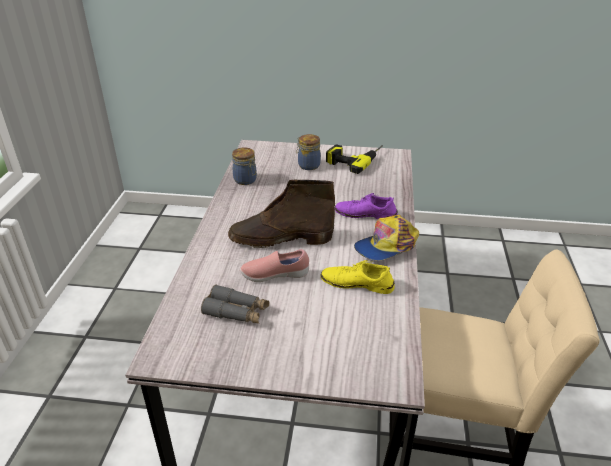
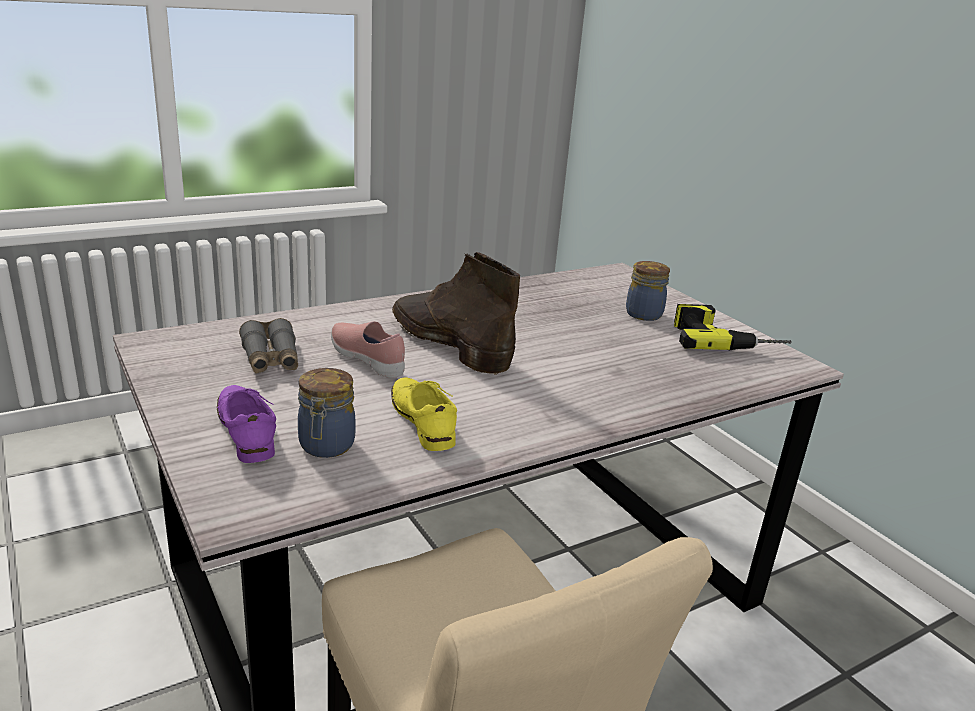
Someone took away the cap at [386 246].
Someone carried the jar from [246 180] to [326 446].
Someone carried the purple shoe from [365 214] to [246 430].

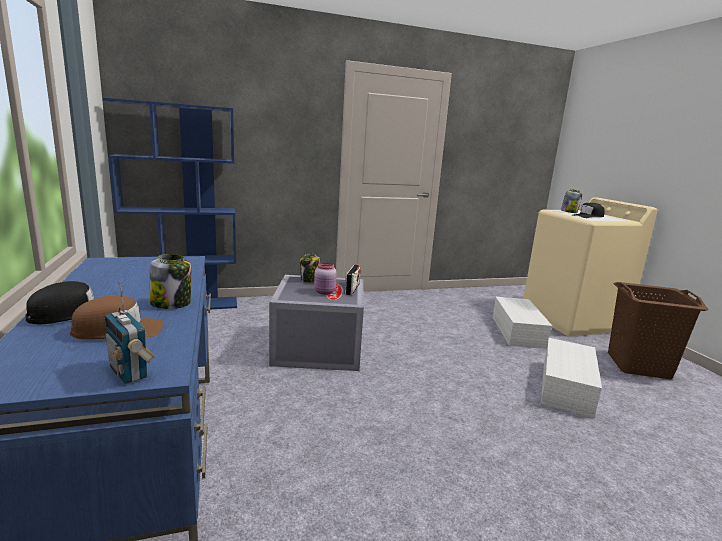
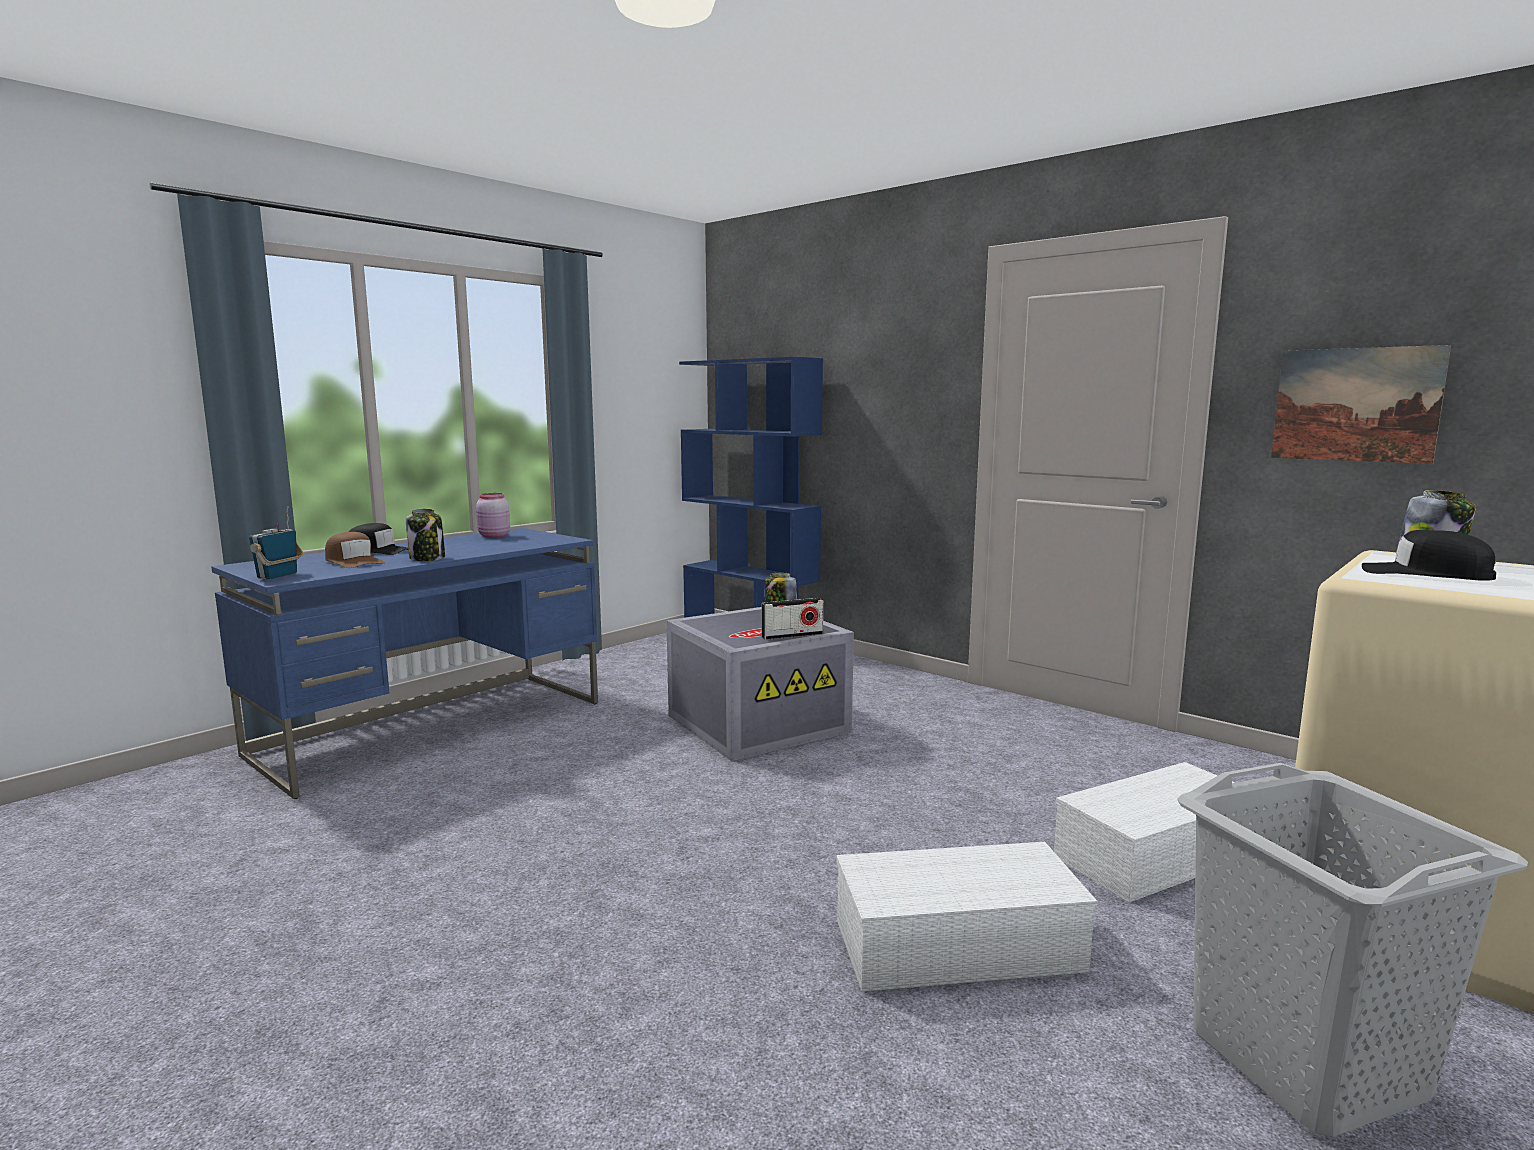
Someone put up the picture at [1355 404].
Someone carried the pink jar from [325 292] to [493 536].
Someone repainted the brown laundry basket at [639 366], which became the grey laundry basket at [1306 1064].

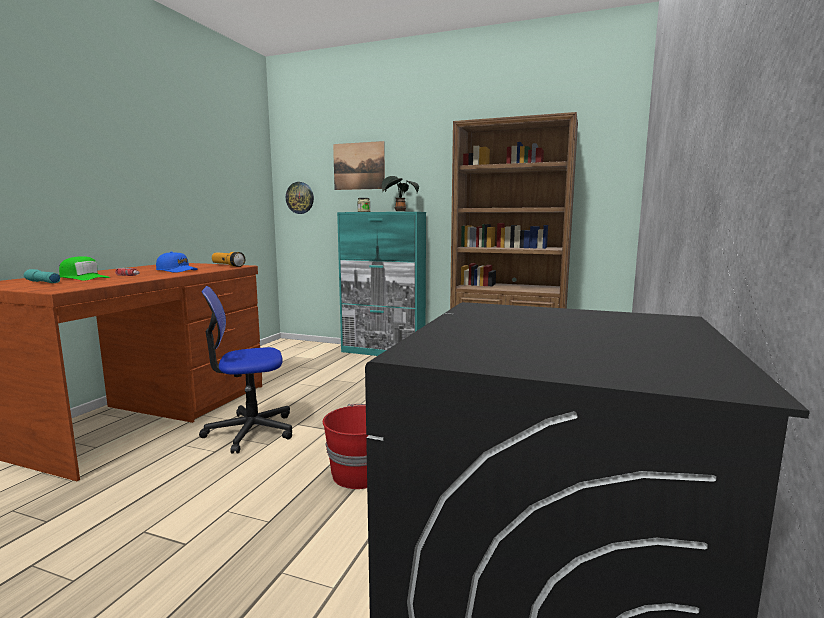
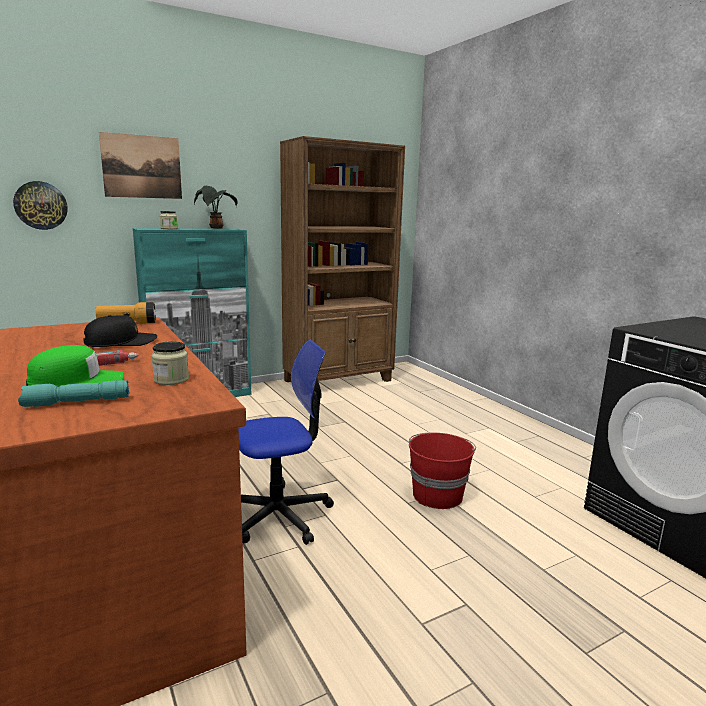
Someone put down the jar at [171 380].
Someone repainted the blue cap at [177 270], which became the black cap at [121 342].
Someone rotated the office chair at [250 431] by 135 degrees counterclockwise.

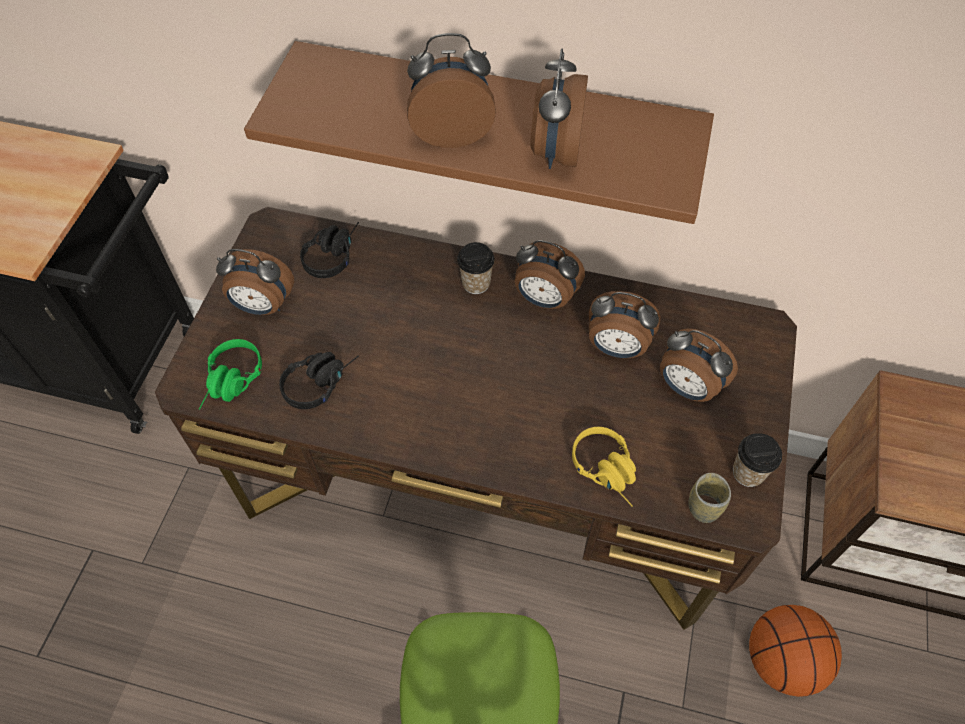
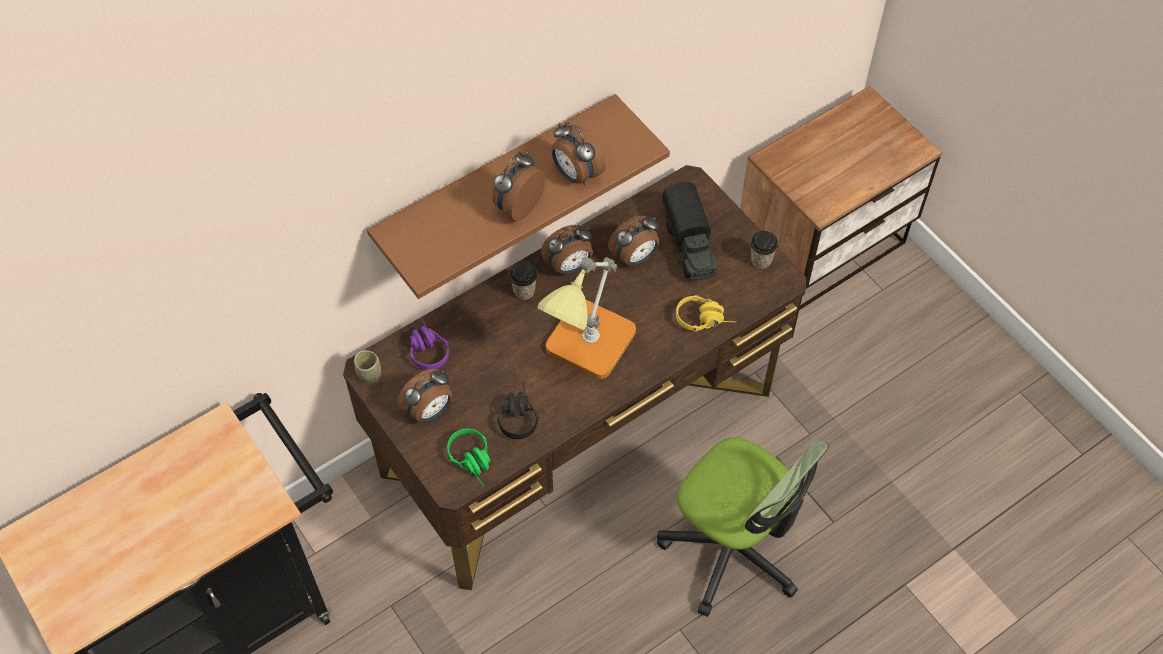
Someone took away the basketball at [781 660].
Someone put down the table lamp at [585 349].
Someone carried the cup from [703 507] to [369 375].
Someone swapped the alarm clock at [687 387] for the toy truck at [689 246].
Someone repainted the black headphones at [333 254], which became the purple headphones at [426 348].

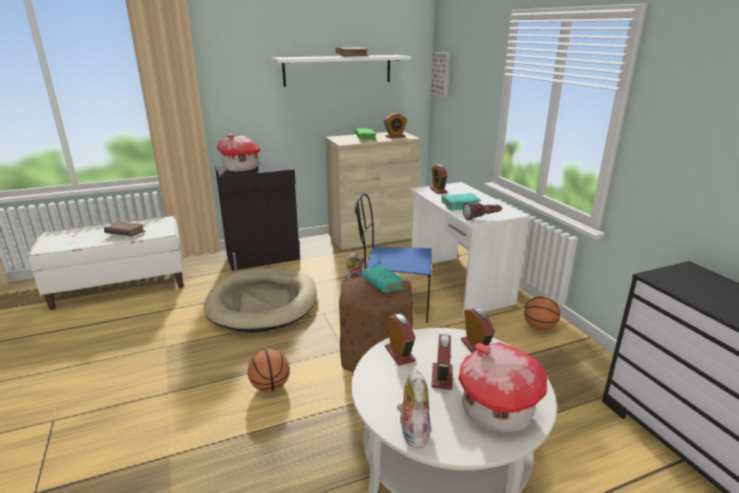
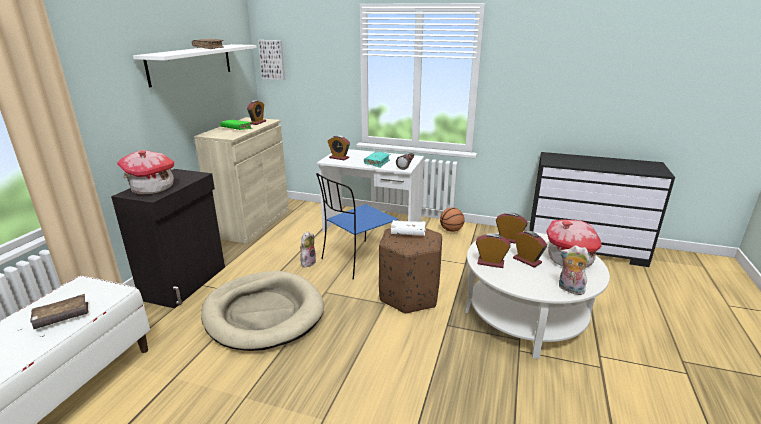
Someone took away the basketball at [270 386].
Someone repainted the turquoise book at [382 284], which became the white book at [408 233].

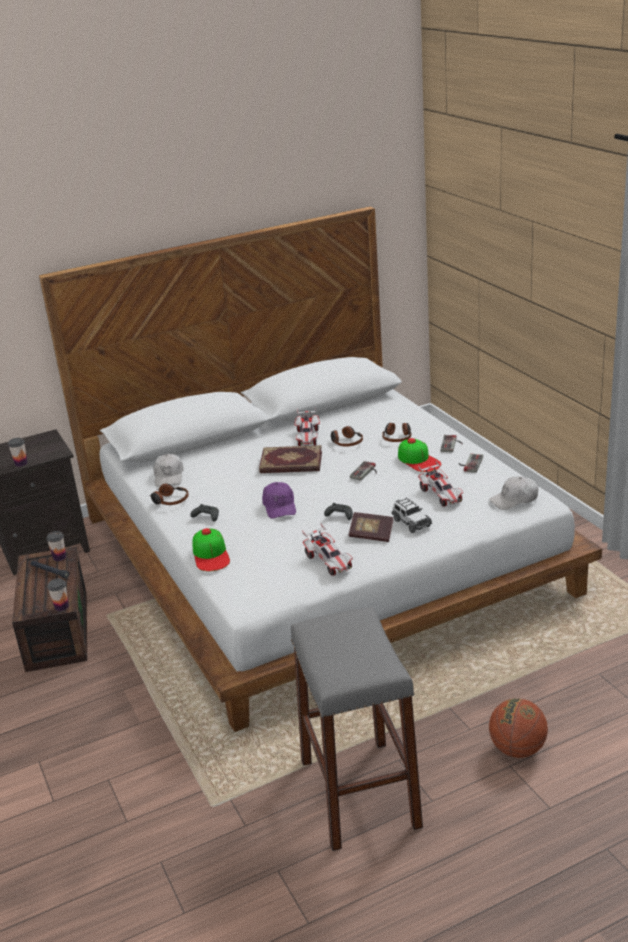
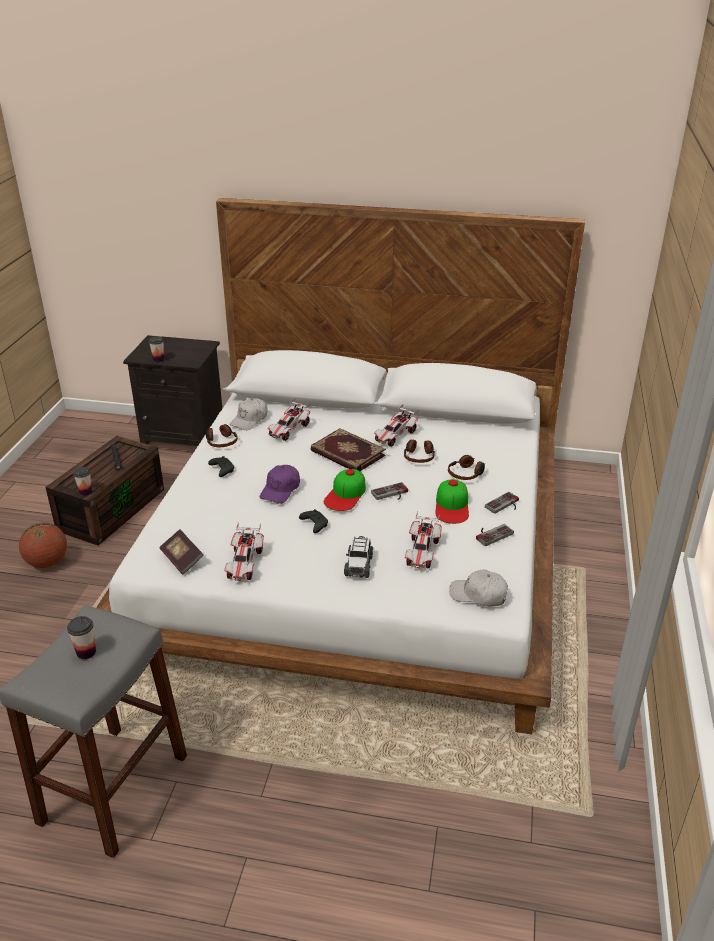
Someone put down the toy car at [289 430].
Someone carried the cup from [59 557] to [86 652].
Someone carried the cap from [211 555] to [345 494].
Someone carried the book from [371 535] to [182 559].
Someone carried the basketball from [517 749] to [47 562].

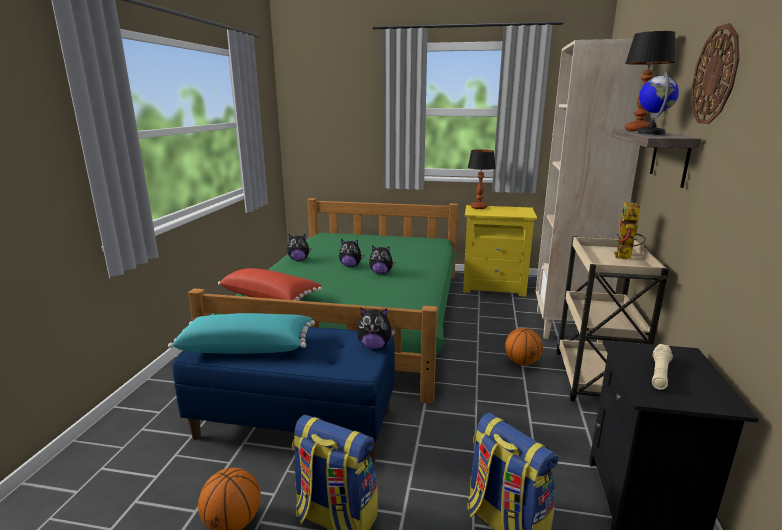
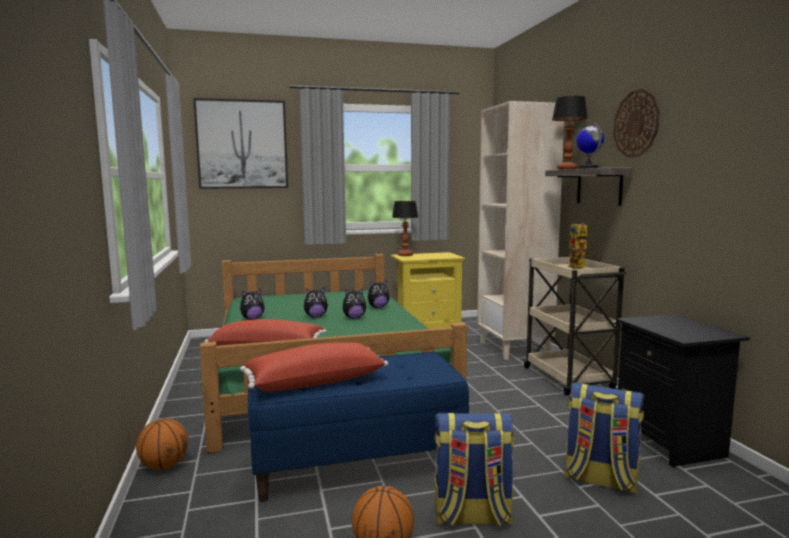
Someone took away the beige flashlight at [659 373].
Someone put up the picture at [242 144].
Someone carried the plush toy from [374 346] to [378 307].
Someone carried the basketball from [522 362] to [164 466].
Someone repainted the turquoise pillow at [247 347], which became the red pillow at [315 381].

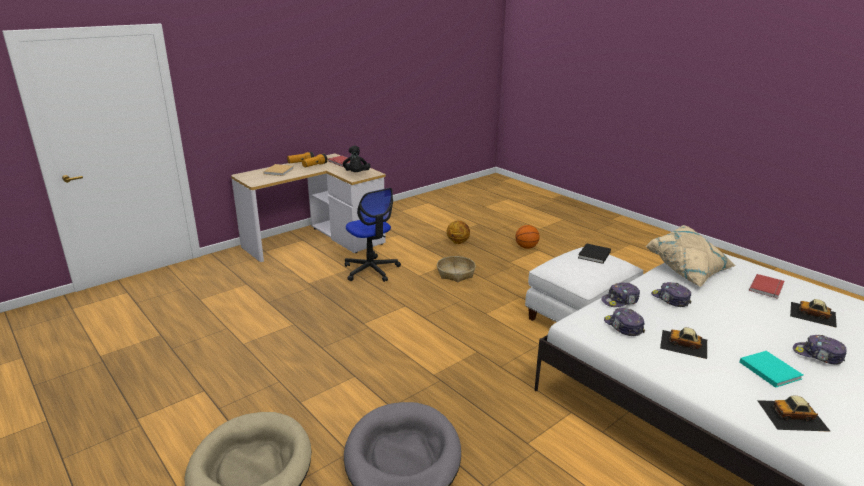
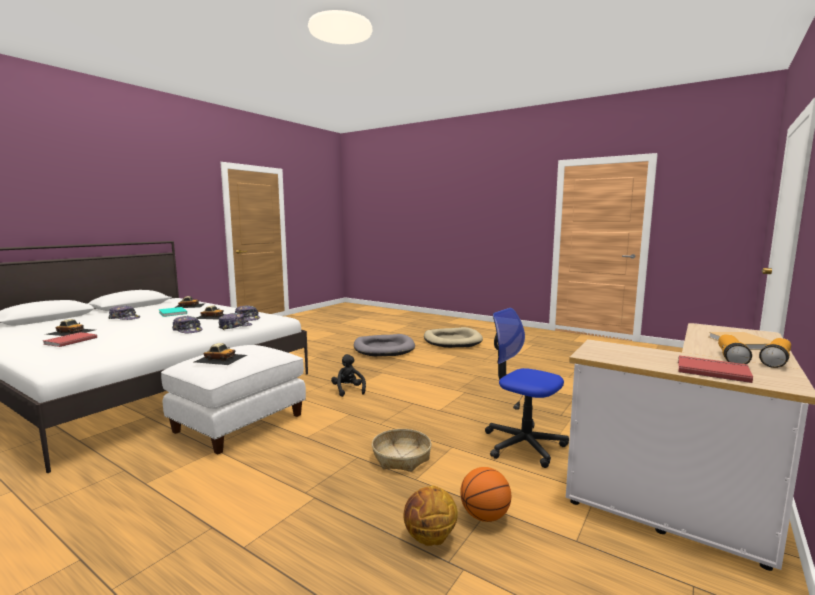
Someone took away the beige pillow at [688 269].
Someone carried the black plush toy from [356 174] to [348 390].
Someone carried the basketball from [526 247] to [484 516].
Someone swapped the black book at [594 255] for the toy car at [220 358].

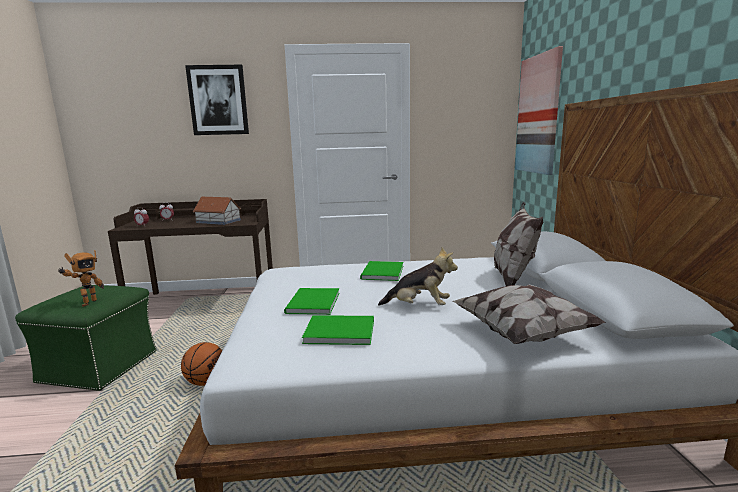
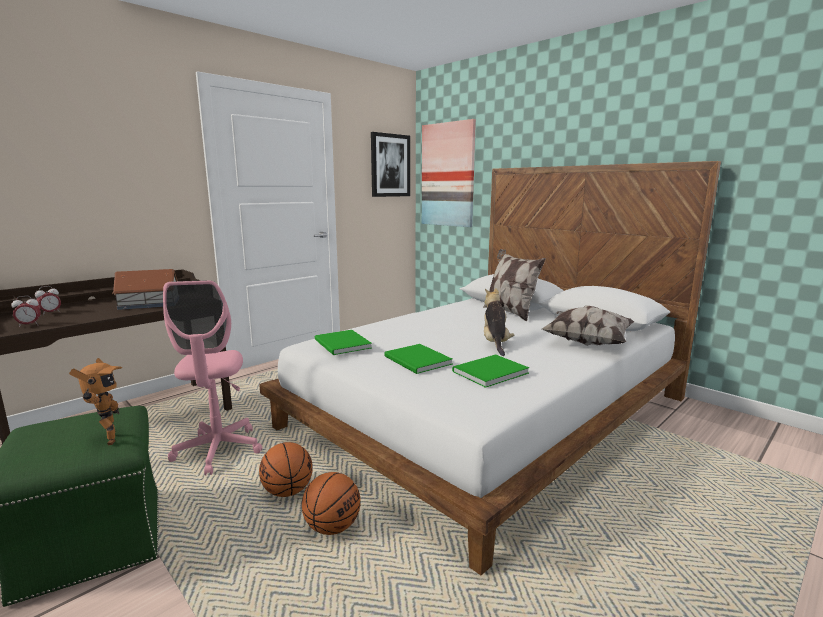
Someone put down the pink office chair at [218 450].
Someone put down the basketball at [332 527].
Someone carried the picture from [218 100] to [390 165].
Someone carried the green book from [381 273] to [342 344].
Someone rotated the plush toy at [419 306] by 60 degrees counterclockwise.

